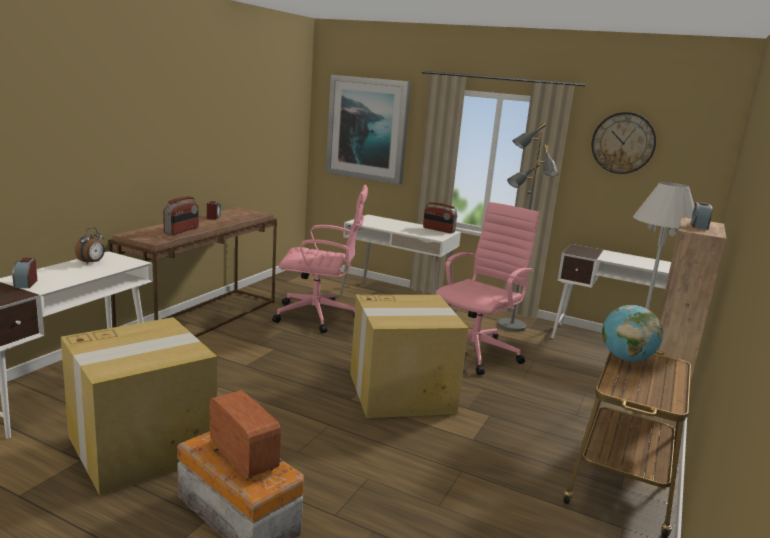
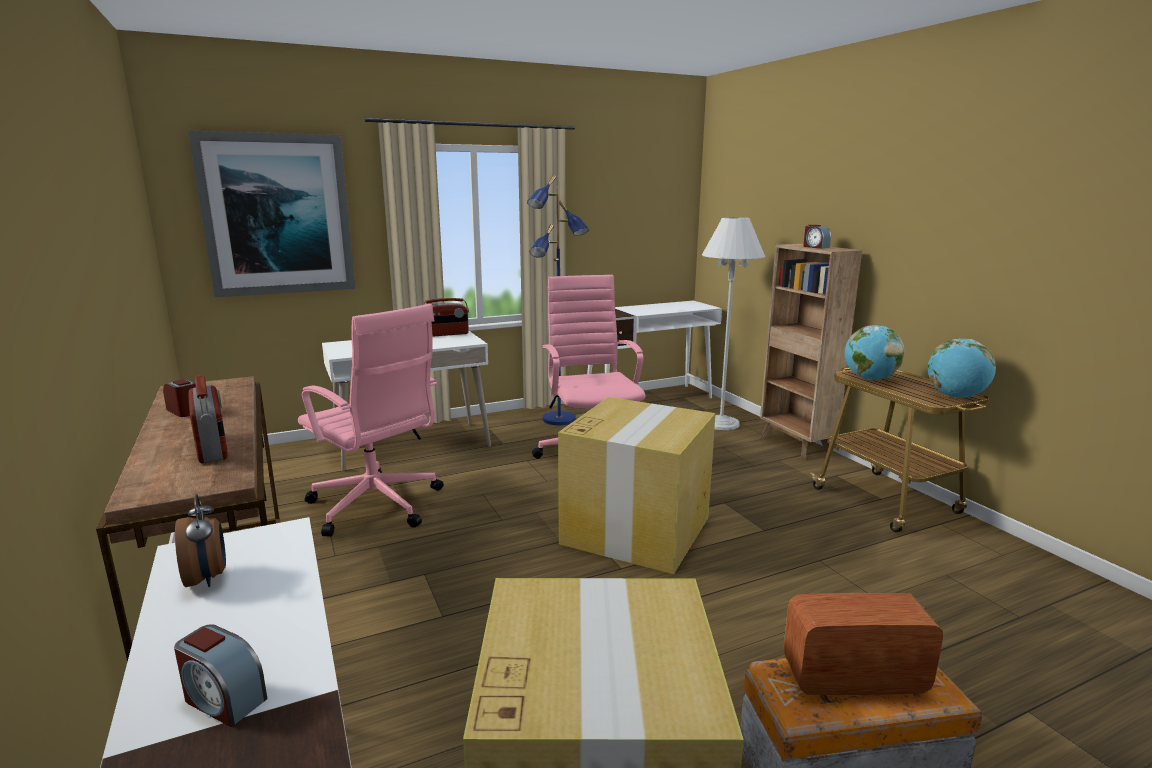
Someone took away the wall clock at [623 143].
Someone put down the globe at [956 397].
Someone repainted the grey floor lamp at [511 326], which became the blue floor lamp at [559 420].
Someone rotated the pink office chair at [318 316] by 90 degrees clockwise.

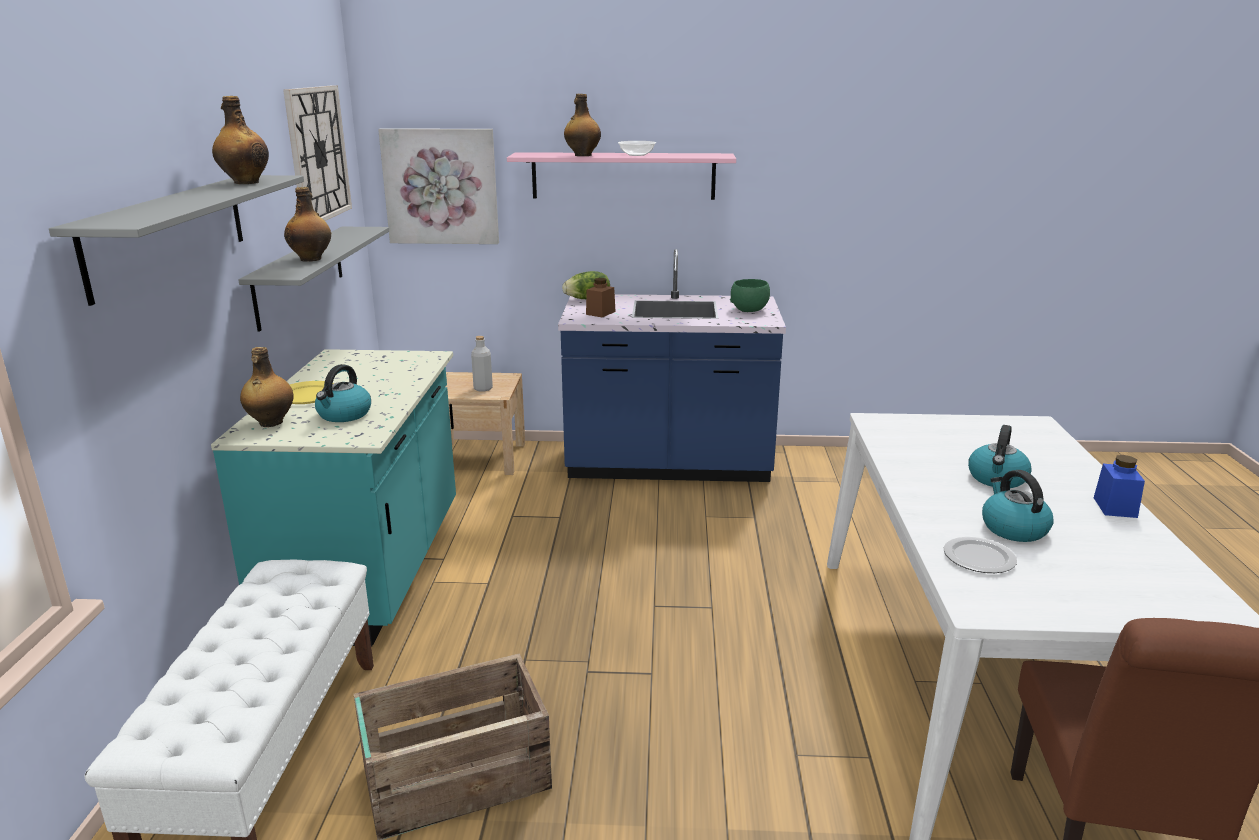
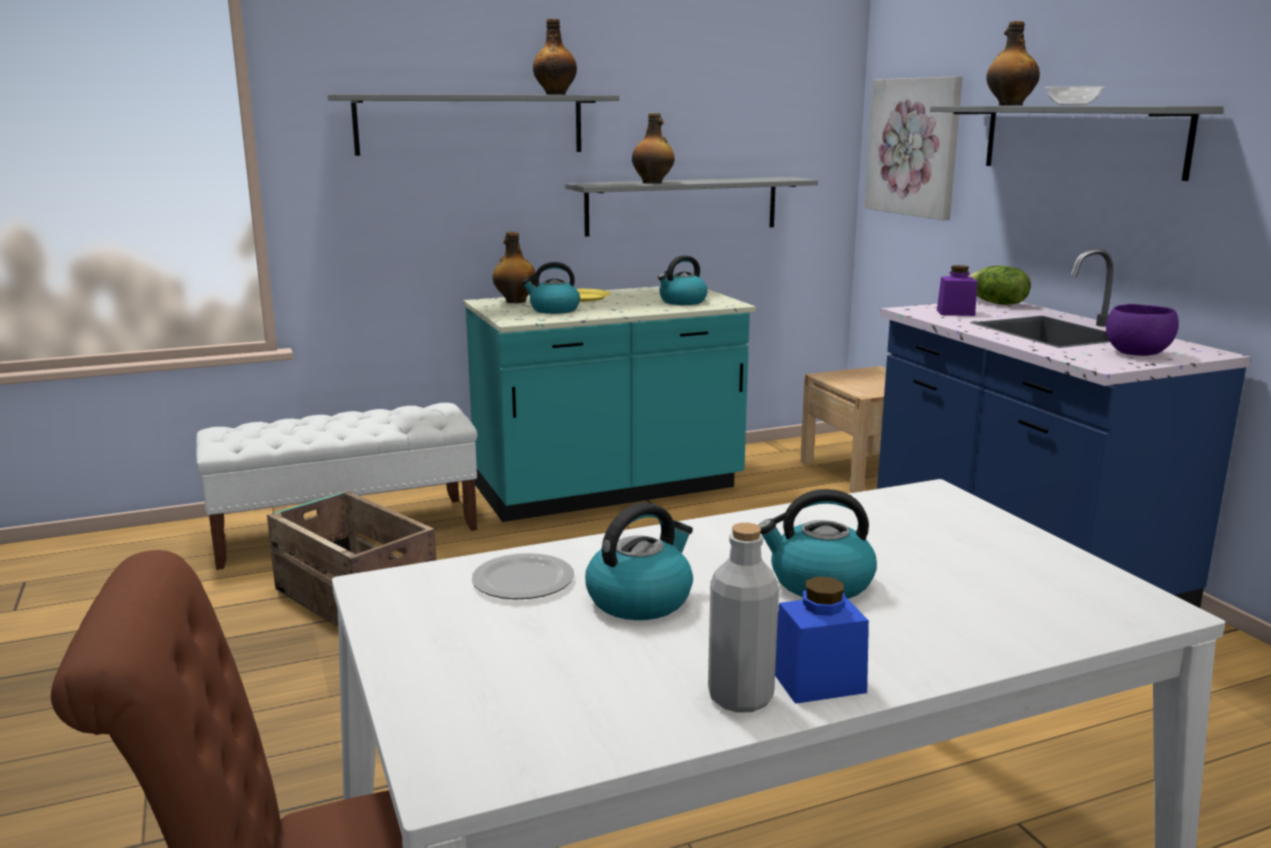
Someone took away the wall clock at [318 154].
Someone put down the kettle at [682 301].
Someone carried the grey bottle from [483 388] to [740 697].
Someone repainted the pink shelf at [623 176], which became the grey shelf at [1080 139].
Someone repainted the brown jar at [600 313], which became the purple jar at [955 313].
Someone repainted the green bowl at [749 310], which became the purple bowl at [1137 354].

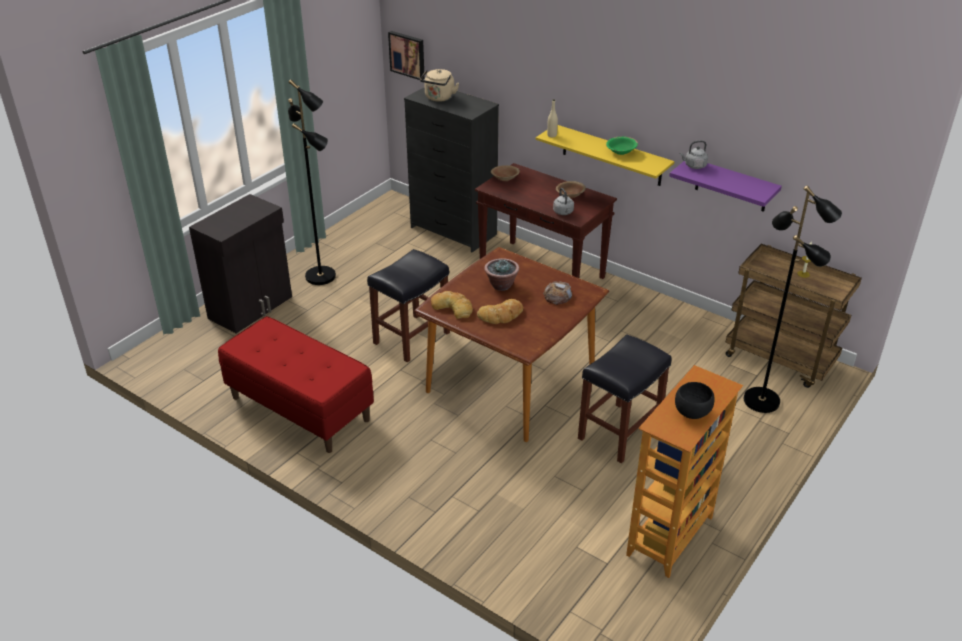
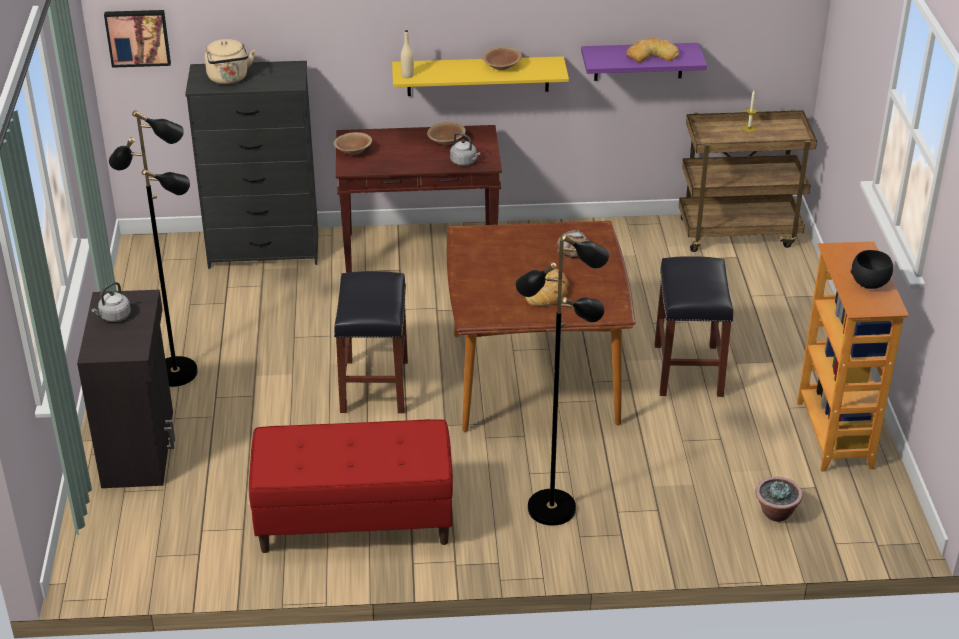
Someone carried the bread from [453 307] to [651 55].
Someone carried the potted plant from [501 285] to [775 513].
Someone carried the grey kettle from [694 166] to [114 317].
Someone carried the black floor lamp from [762 400] to [552 507].
Someone repainted the green bowl at [621 152], which became the brown bowl at [501 66].

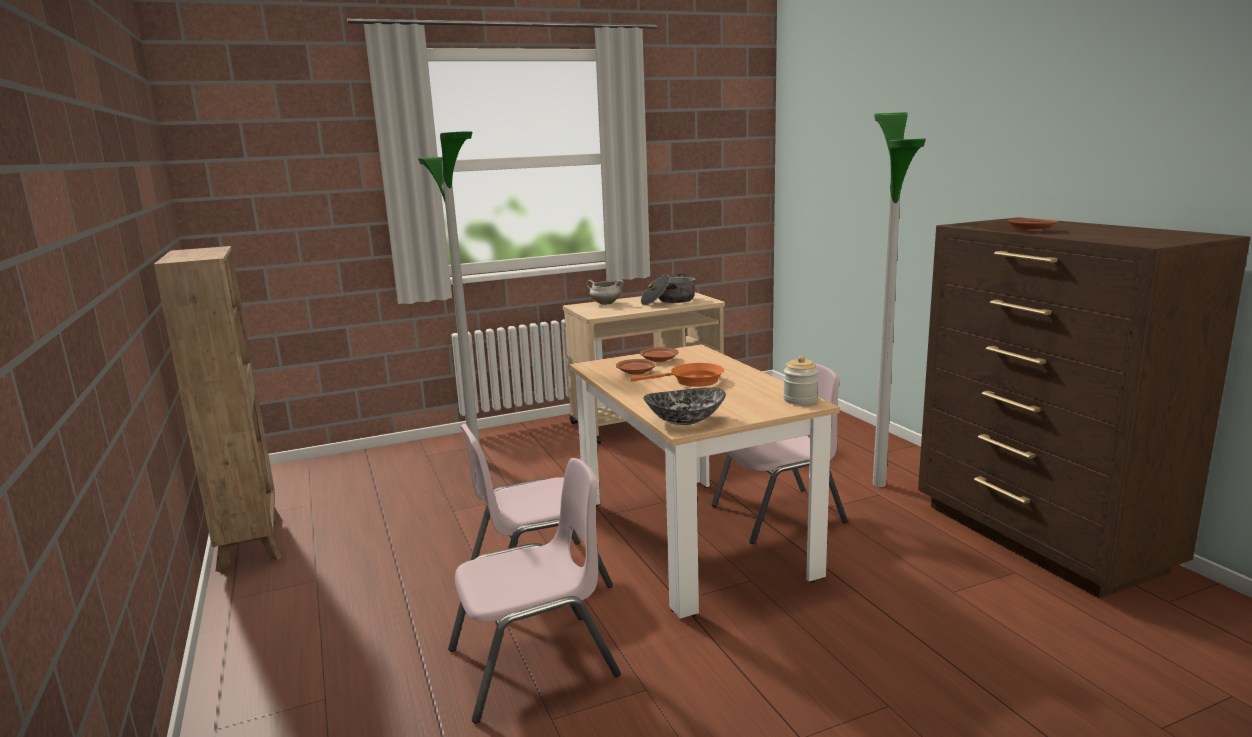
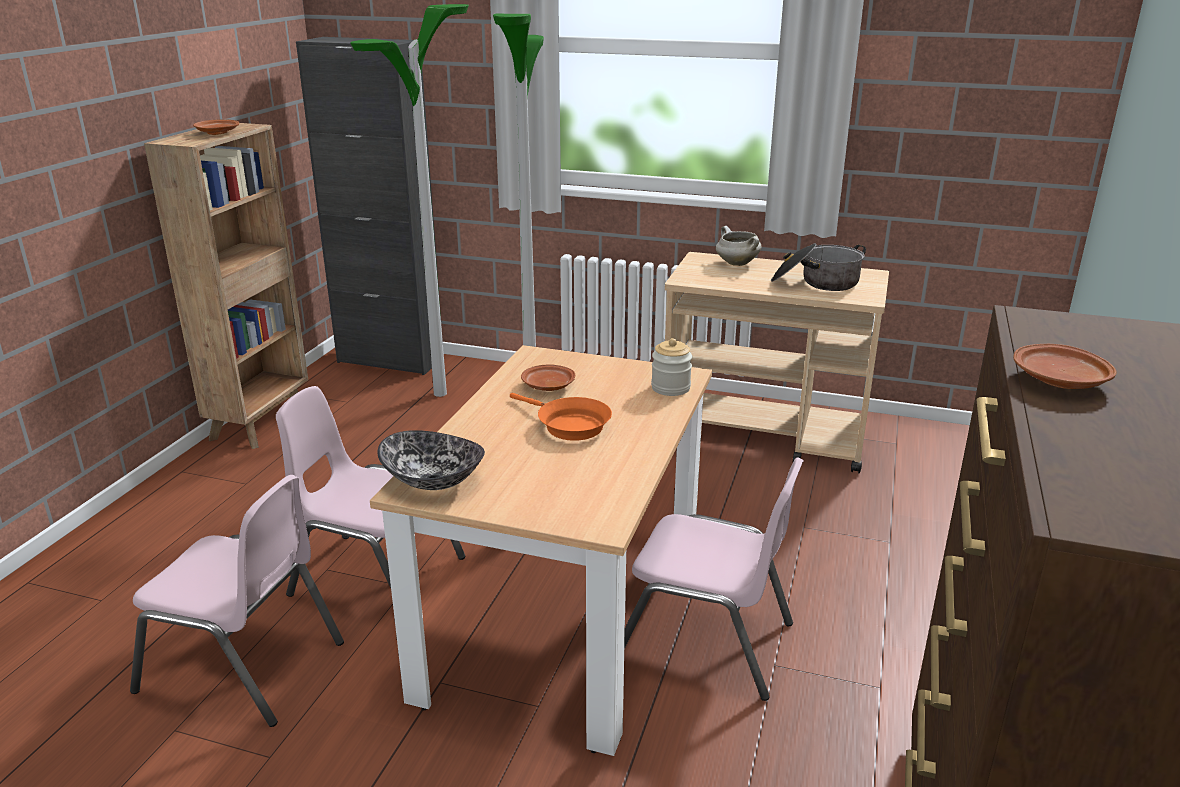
Someone put down the black cabinet at [390 360].
Someone carried the brown plate from [659 360] to [217 133].
Someone carried the jar from [800 400] to [670 388].
Someone carried the floor lamp from [878 484] to [440 393].

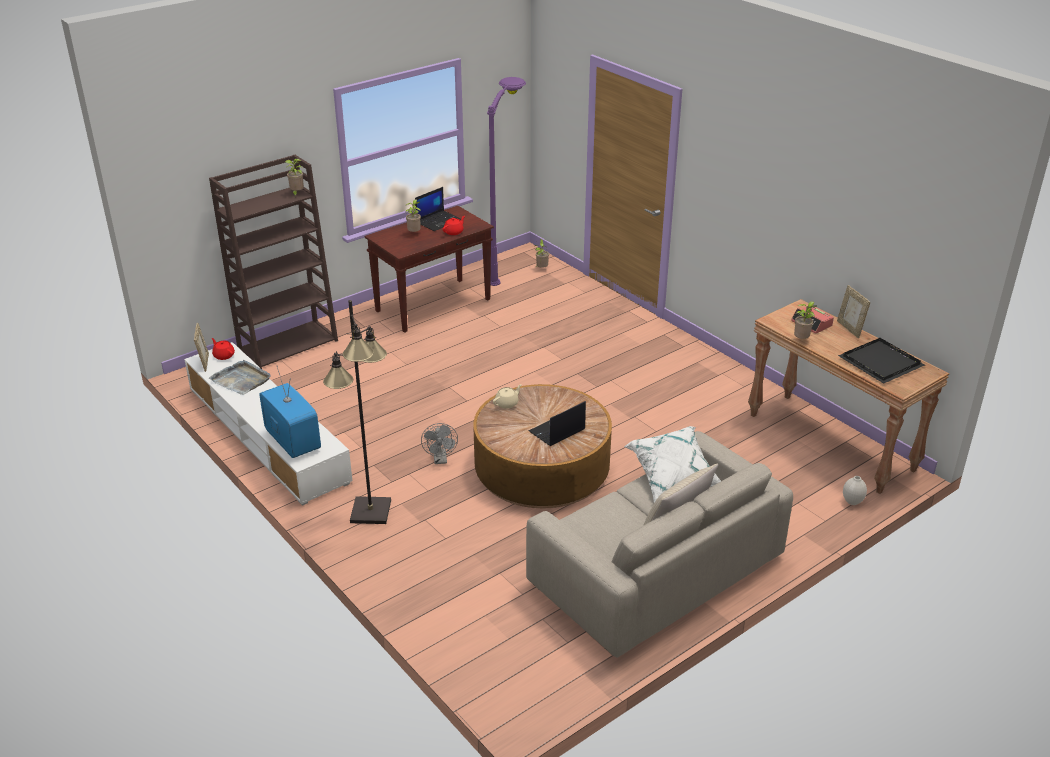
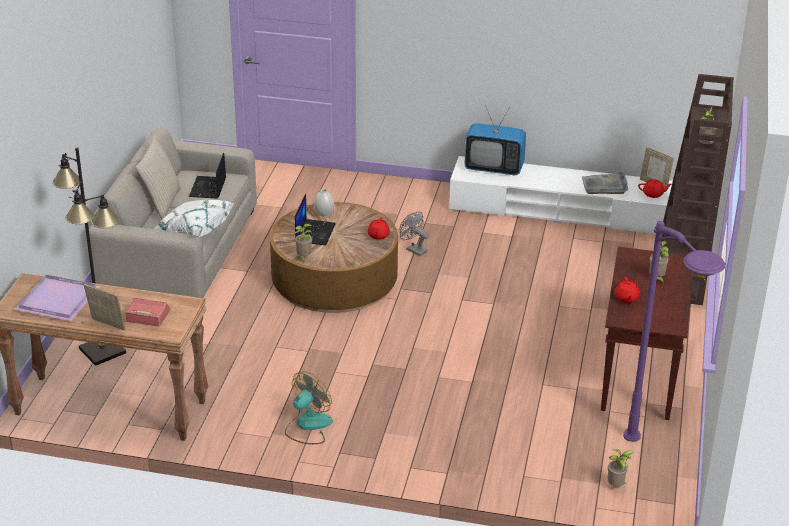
Someone put down the fan at [308 426].
Someone carried the black floor lamp from [370 512] to [102 350].
Someone carried the laptop from [438 221] to [208 188].
Someone carried the potted plant from [801 340] to [303 258].
Someone carried the white vase from [852 502] to [324 214].
Someone repainted the beige teapot at [507 403], which became the red teapot at [378 235].
Someone repainted the black tray at [882 363], which became the purple tray at [56 300].

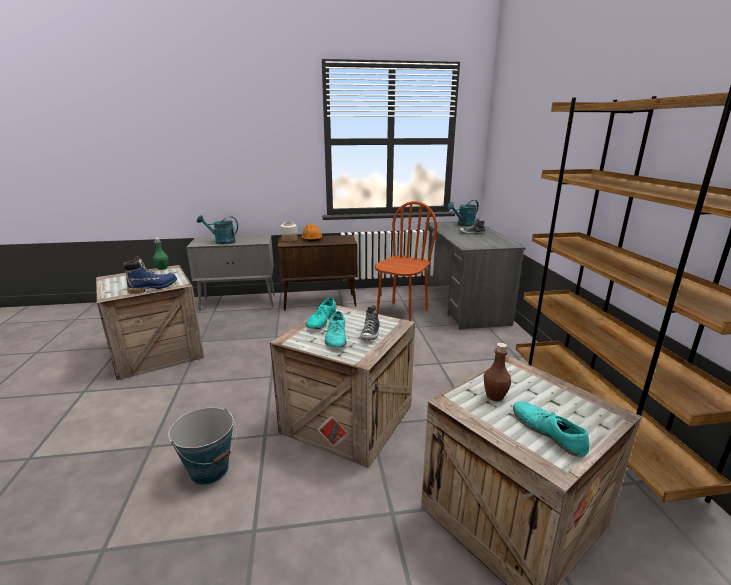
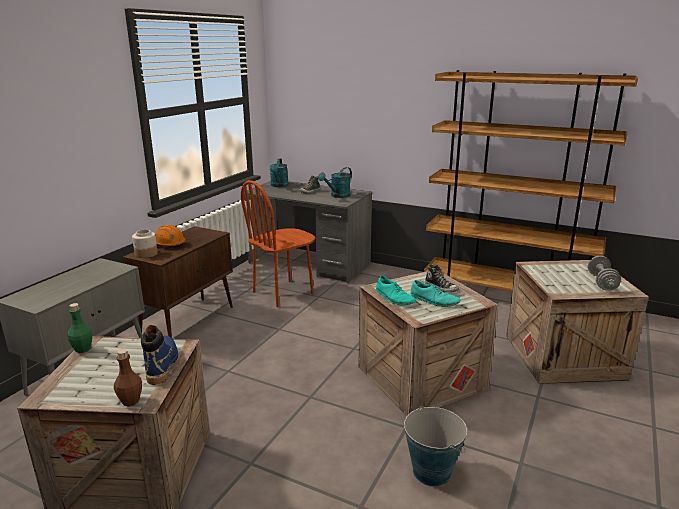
Someone carried the turquoise watering can from [221 241] to [338 196].
Someone carried the brown bottle from [494 396] to [130 401].
Someone swapped the turquoise shoe at [548 432] for the grey dumbbell at [601 282].
Someone rotated the brown chair at [401 313] by 105 degrees counterclockwise.

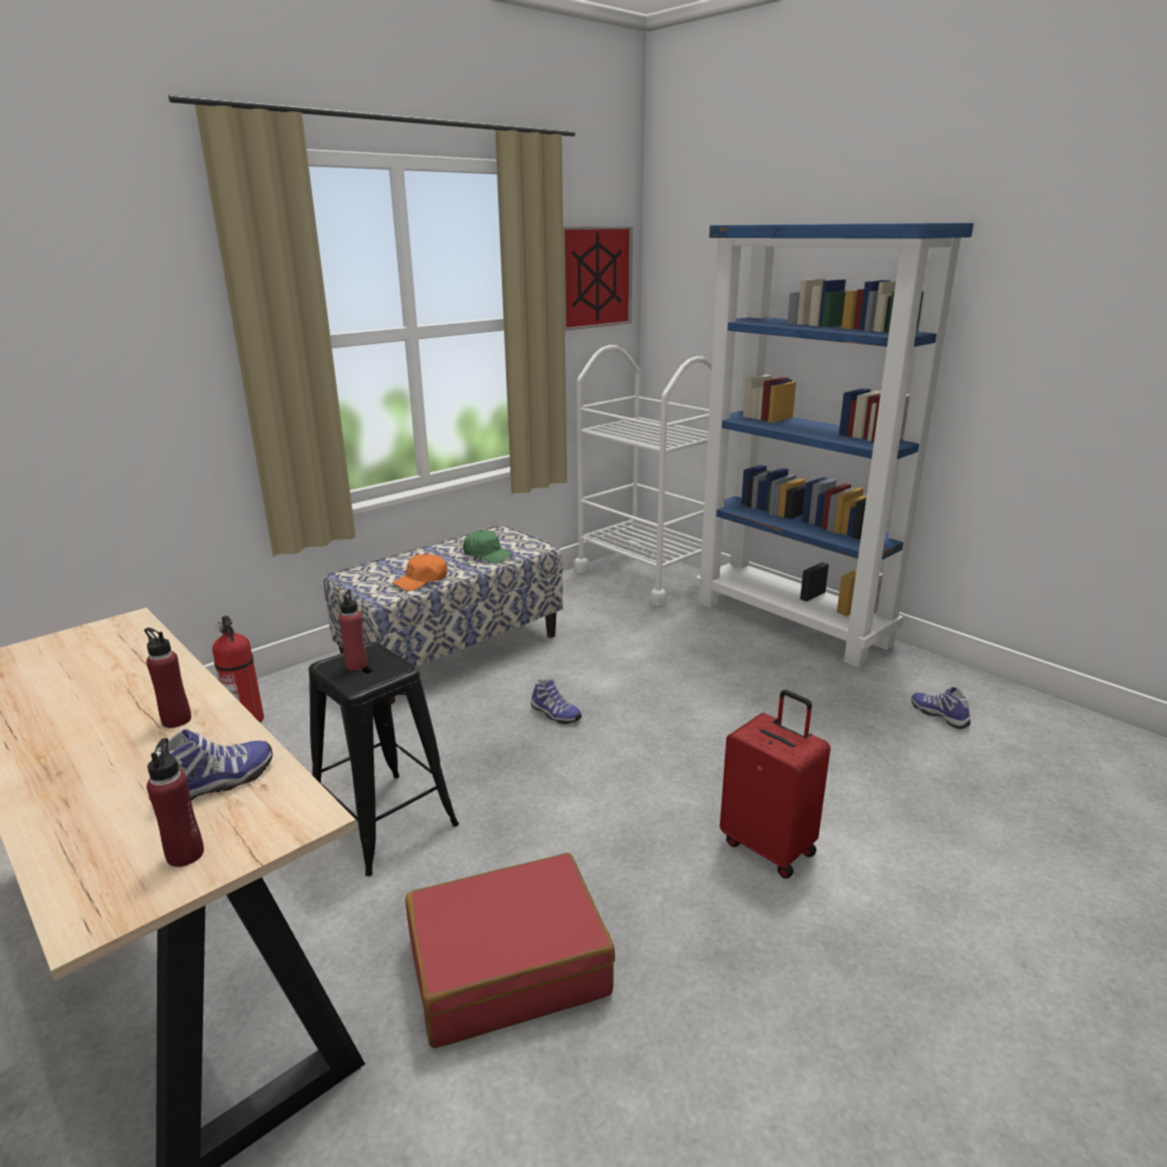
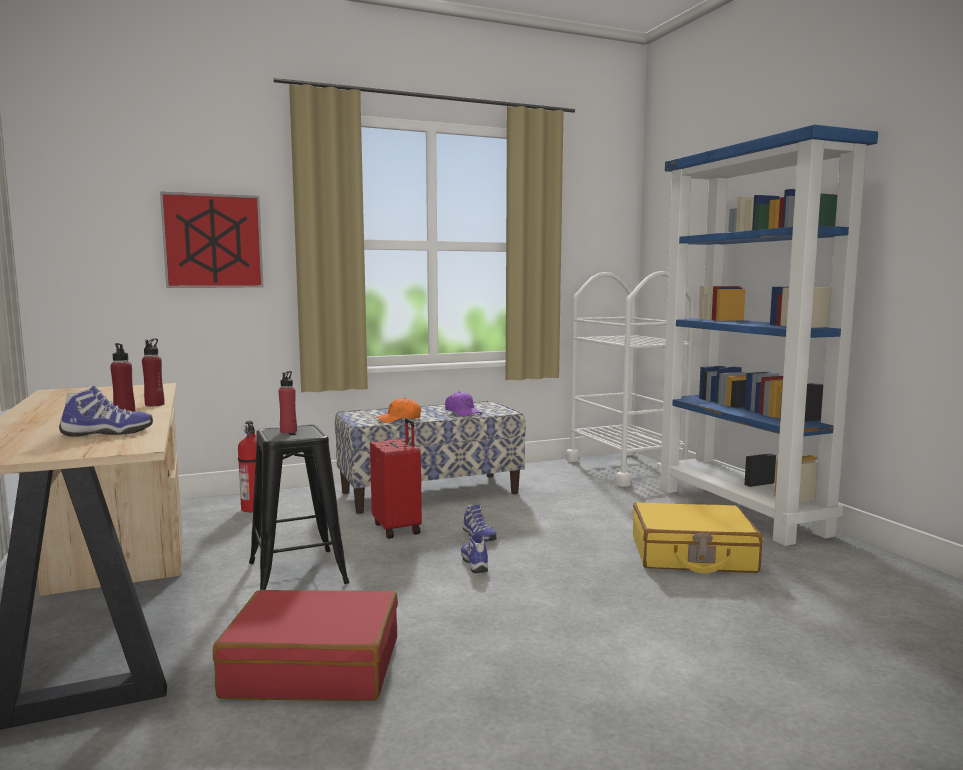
Someone put down the yellow suitcase at [692 555].
Someone carried the red bottle from [185 854] to [155 404].
Someone carried the picture from [595 277] to [213 241].
Someone carried the red suitcase from [769 846] to [398 528].
Someone carried the shoe from [940 715] to [476 563].
Someone repainted the green cap at [487 555], which became the purple cap at [462 412].

